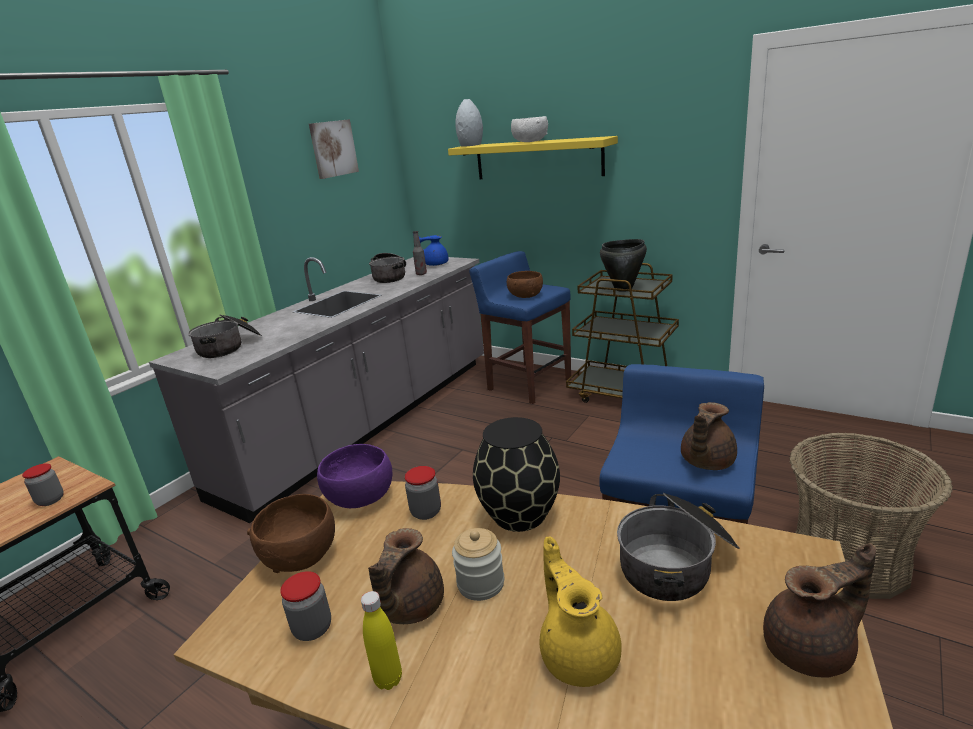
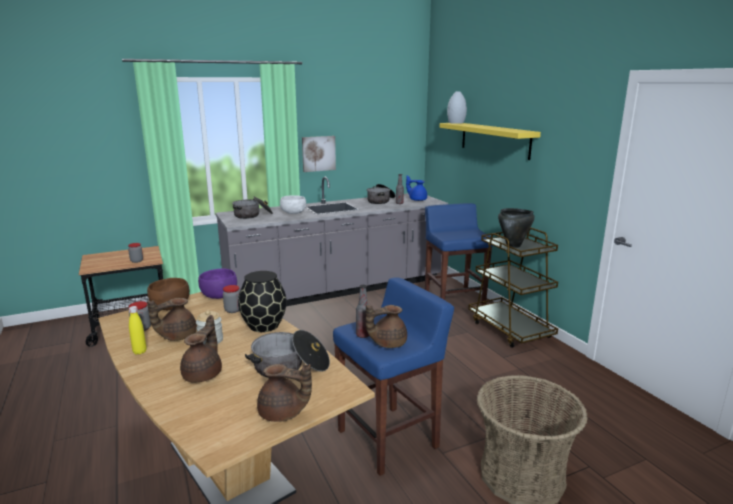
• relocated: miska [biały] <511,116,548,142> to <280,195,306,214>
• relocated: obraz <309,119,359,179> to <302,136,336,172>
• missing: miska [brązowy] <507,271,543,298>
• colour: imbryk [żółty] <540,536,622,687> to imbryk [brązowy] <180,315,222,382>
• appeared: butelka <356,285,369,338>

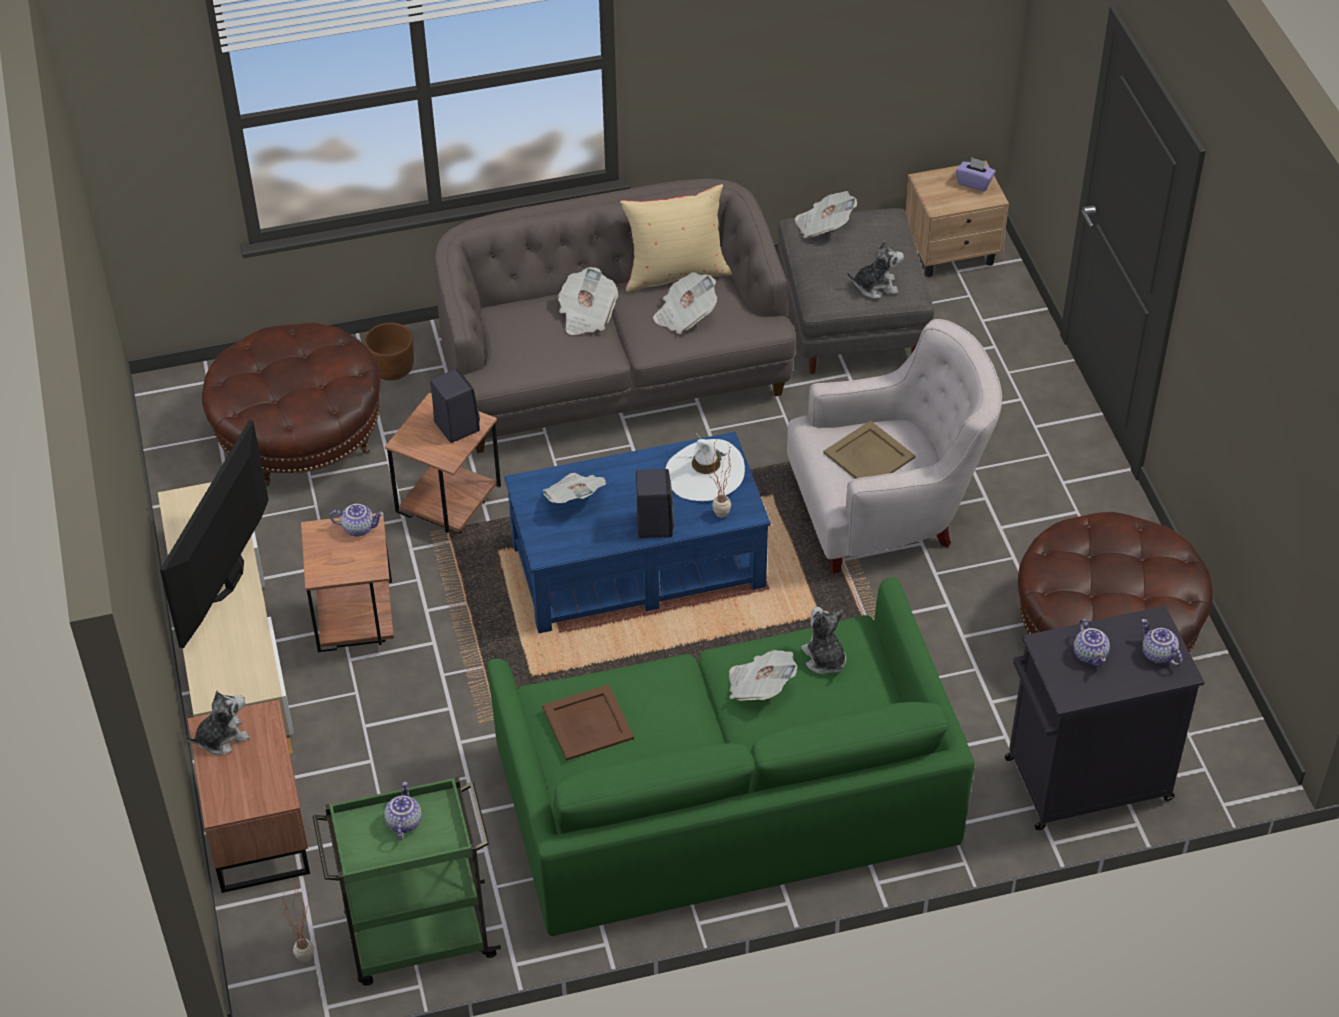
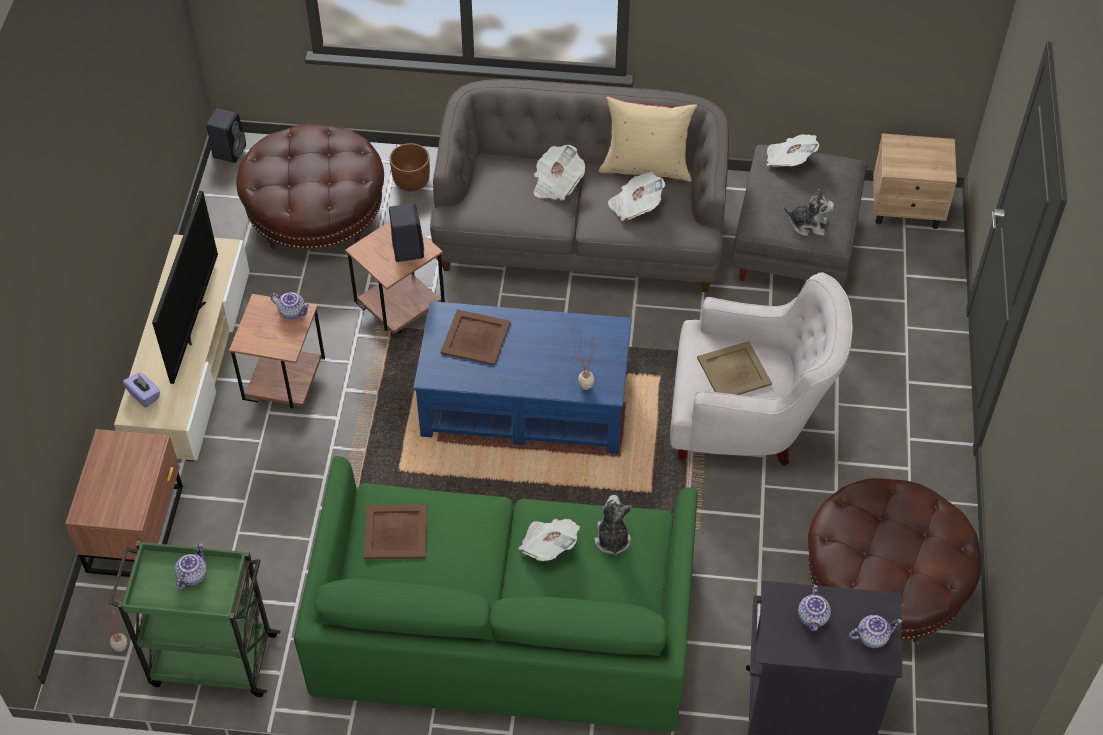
• relocated: pudełko chusteczek [fioletowy] <956,157,996,191> to <123,373,160,408>
• spun: telewizor <160,420,269,648> = <152,191,218,384> 150 degrees clockwise
• missing: kapelusz [biały] <666,433,745,501>
• relocated: głośnik [czarny] <636,469,674,538> to <206,108,246,163>
• exchanged: gazeta <542,473,606,503> to taca [brązowy] <441,309,511,365>
• spun: imbryk <1142,619,1182,666> = <849,615,902,648> 90 degrees clockwise
• missing: pluszak <185,690,250,755>

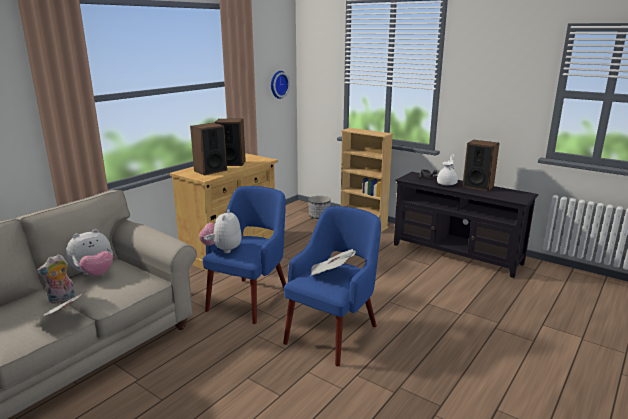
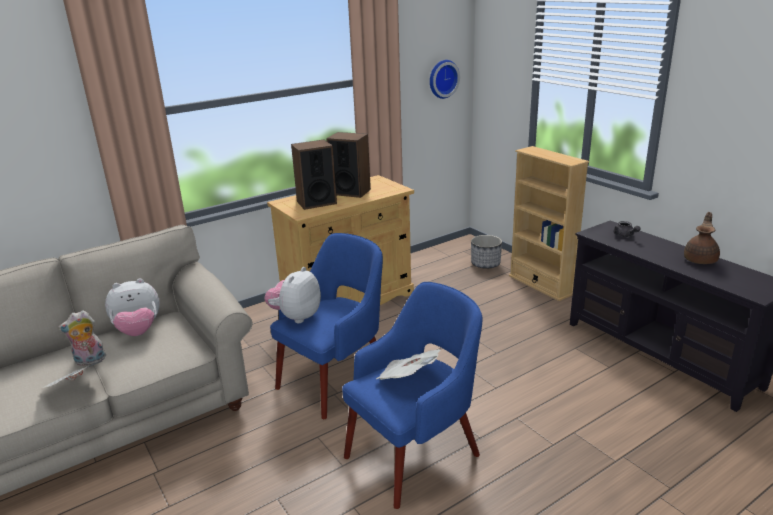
• exchanged: głośnik <462,140,500,191> to imbryk [brązowy] <684,212,720,264>
• missing: imbryk [biały] <437,154,458,185>

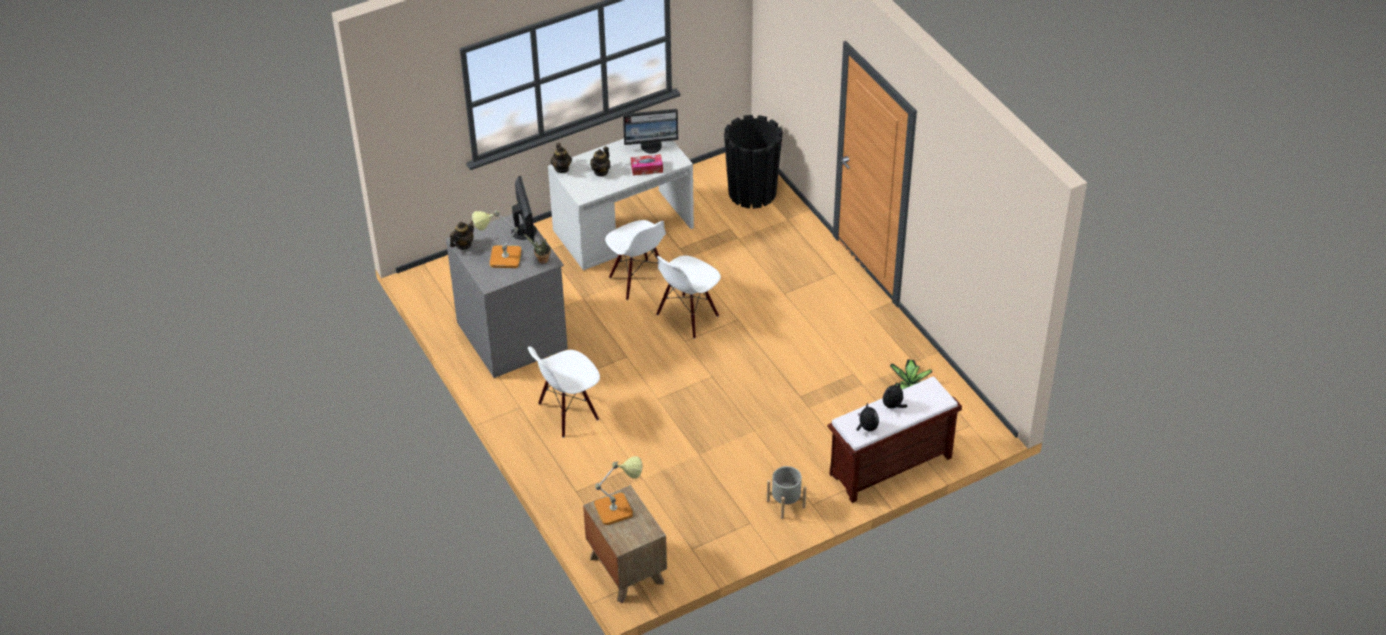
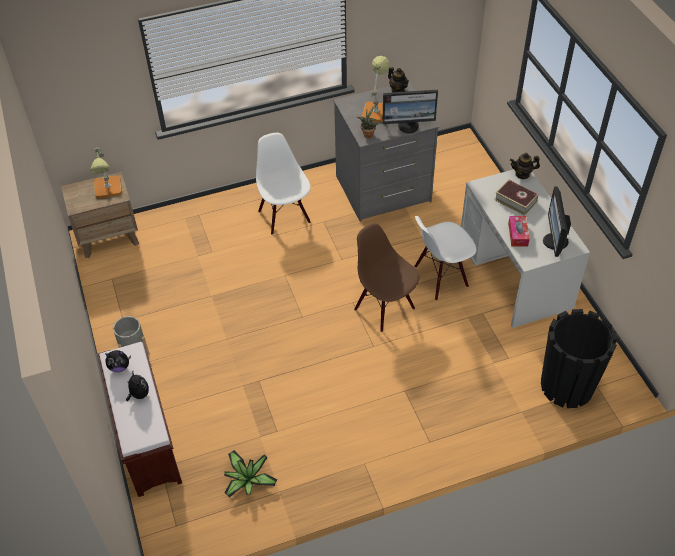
• exchanged: imbryk <590,146,610,177> to książka <494,179,539,216>
• colour: krzesło [biały] <657,255,721,339> to krzesło [brązowy] <354,223,419,332>

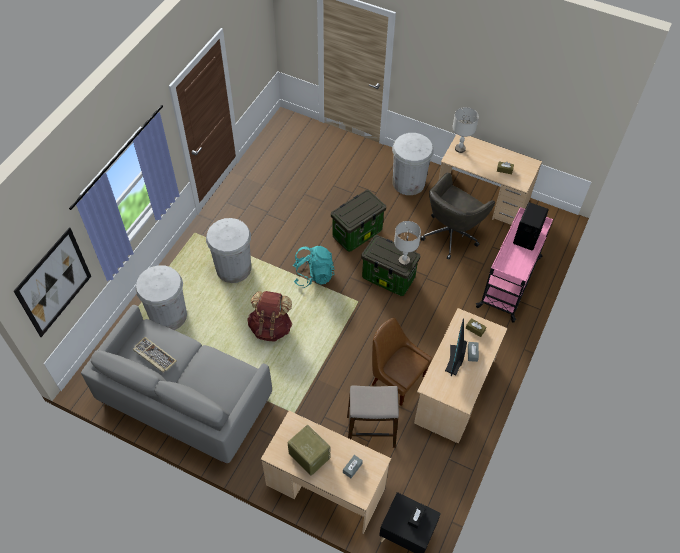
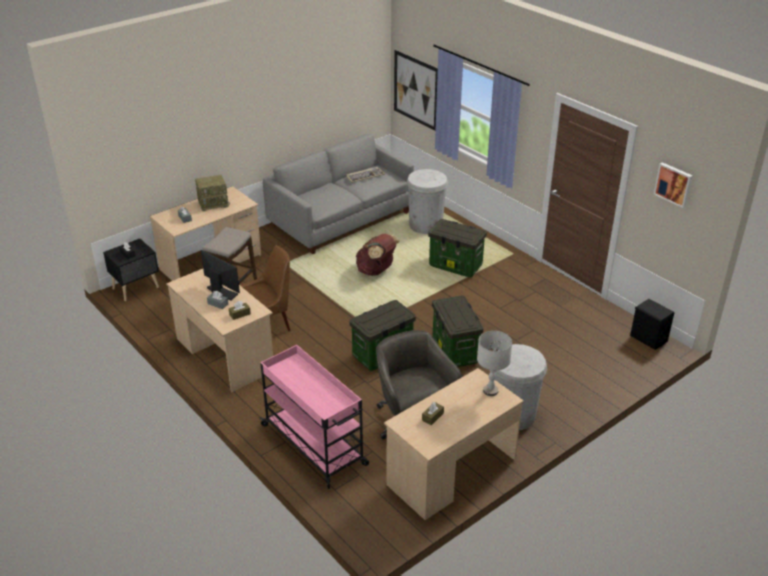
• relocated: głośnik [czarny] <513,202,549,251> to <630,299,674,350>
• exchanged: kosz na śmieci [biały] <206,218,251,283> to pojemnik do przechowywania <428,219,487,277>
• missing: lampa stołowa [szary] <394,221,421,266>
• missing: plecak [turkusowy] <293,246,334,288>
• appeared: obraz <654,162,693,208>

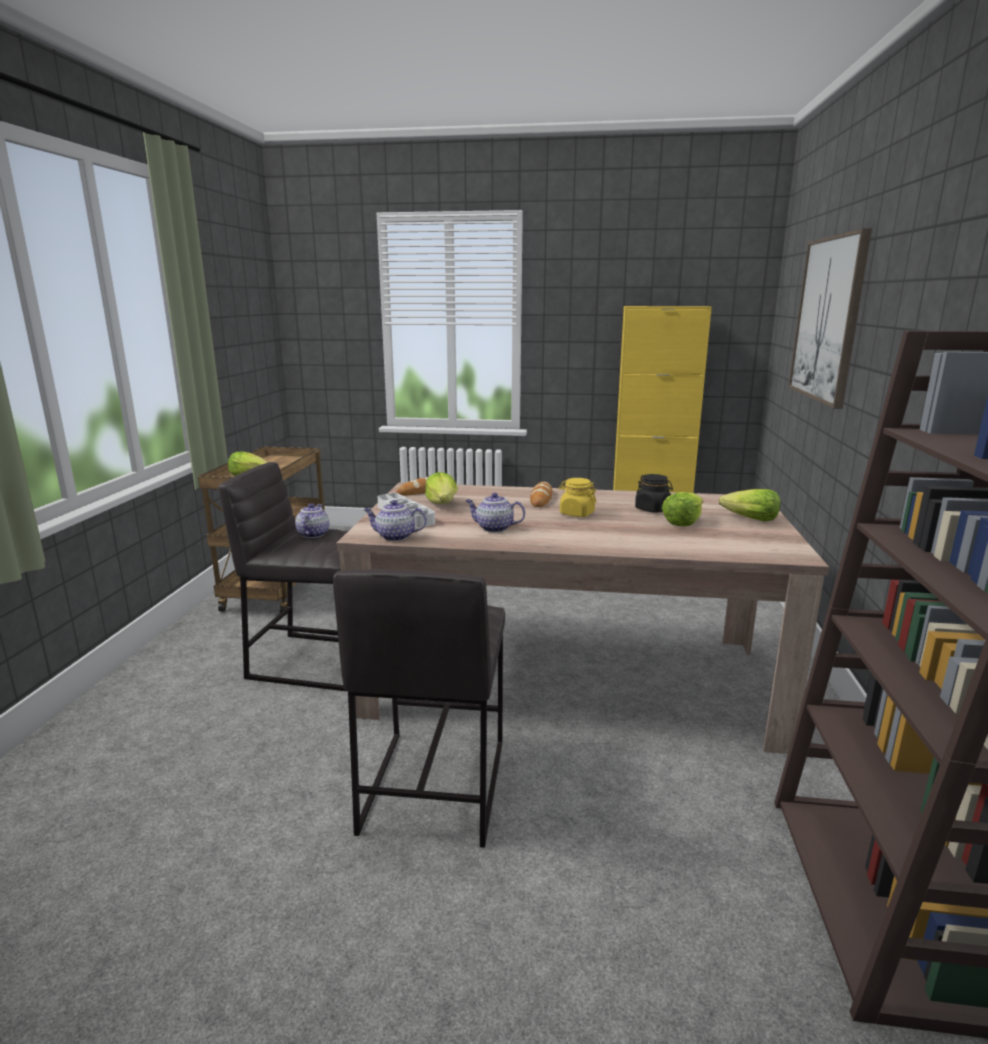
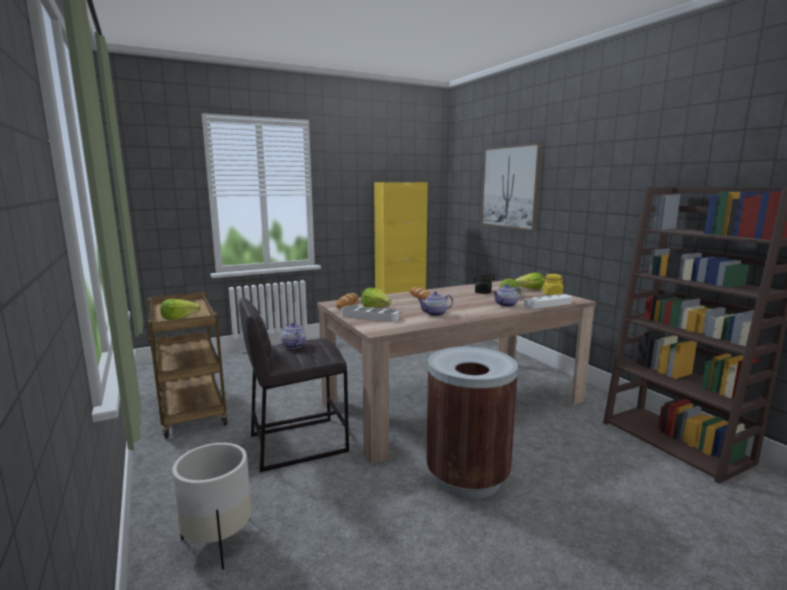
• relocated: słoik [żółty] <559,478,597,517> to <542,274,564,295>
• relocated: imbryk <363,500,427,541> to <493,284,521,307>
• exchanged: stołek [szary] <333,570,505,848> to kosz na śmieci [brązowy] <426,347,518,499>
• appeared: taca [biały] <524,294,572,309>
• appeared: donica [biały] <172,443,252,570>

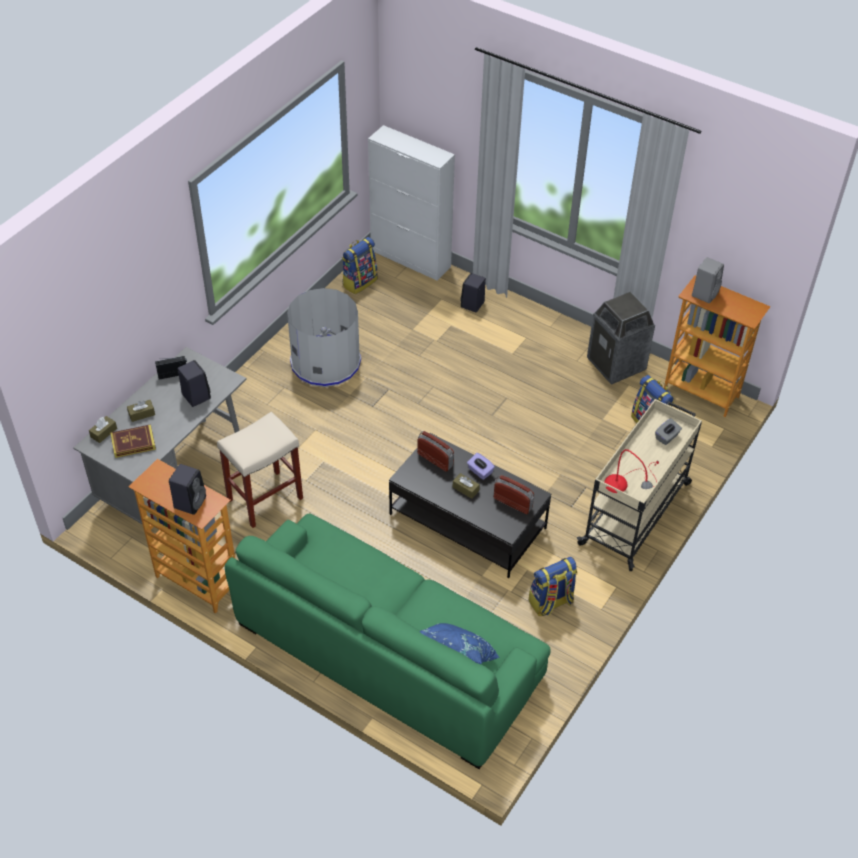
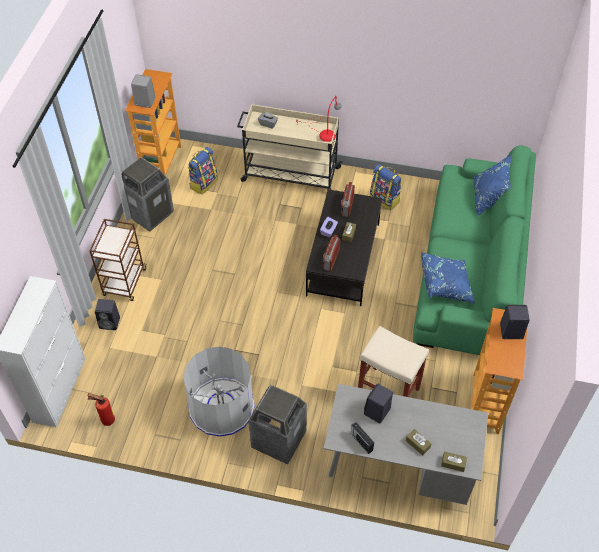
• exchanged: plecak <342,237,377,294> to gaśnica <87,393,115,426>
• missing: książka <110,424,156,458>
• appeared: wózek [brązowy] <89,219,147,301>
• appeared: poduszka [niebieski] <421,252,475,304>
• appeared: kosz na śmieci <248,385,307,464>

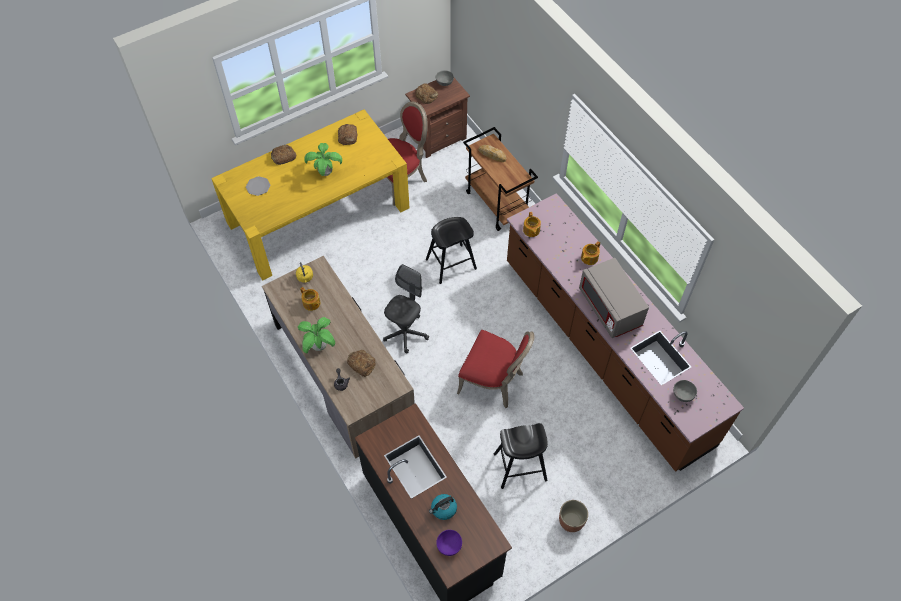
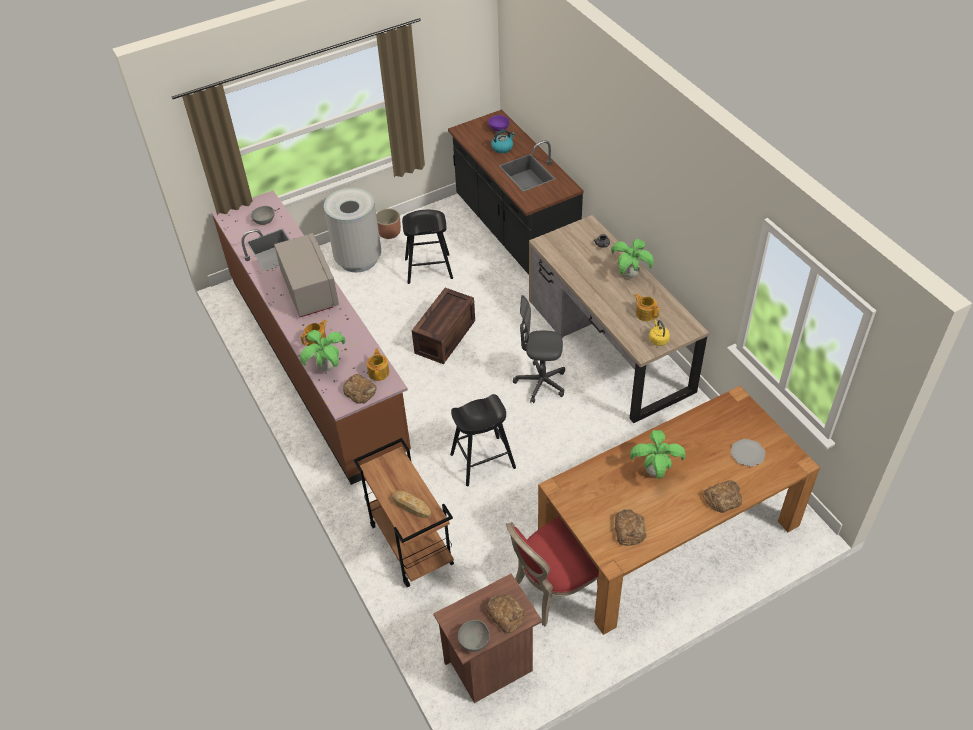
• colour: stół jadalny [żółty] <211,109,410,280> to stół jadalny [brązowy] <538,386,820,635>
• spun: krzesło biurowe [szary] <383,264,429,353> = <513,295,565,403> 60 degrees clockwise
• exchanged: krzesło [czerwony] <457,330,535,408> to skrzynka <412,288,475,364>
• relocated: chleb <347,350,375,377> to <343,374,377,404>
• appeared: kosz na śmieci [szary] <324,188,381,273>
• appeared: roślina doniczkowa <300,330,345,371>

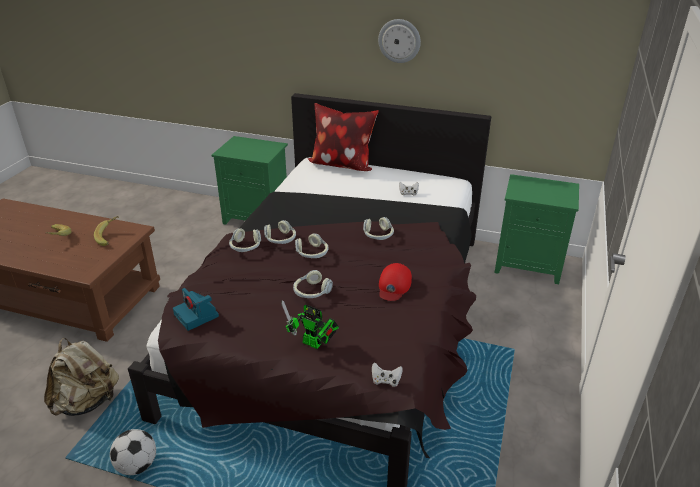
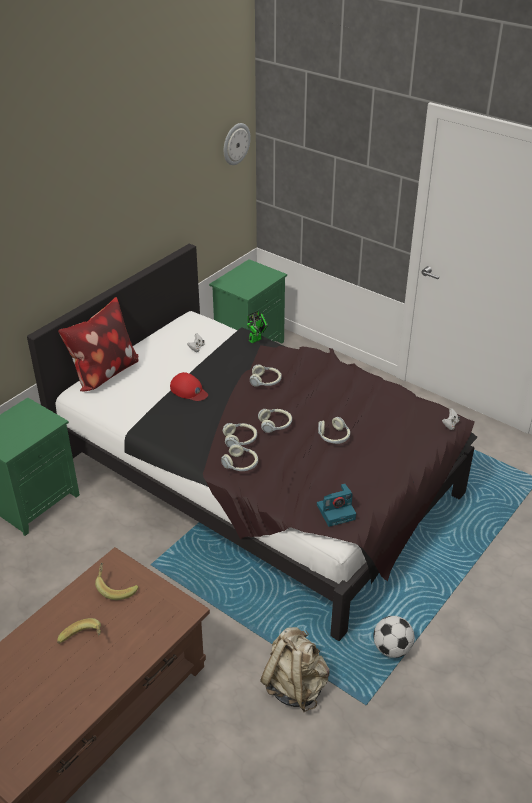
• relocated: zegar ścienny <378,19,421,63> to <224,123,251,165>
• relocated: czapka z daszkiem [czerwony] <379,263,412,301> to <170,372,208,401>
• relocated: robot zabawkowy <281,300,339,349> to <247,311,268,343>

